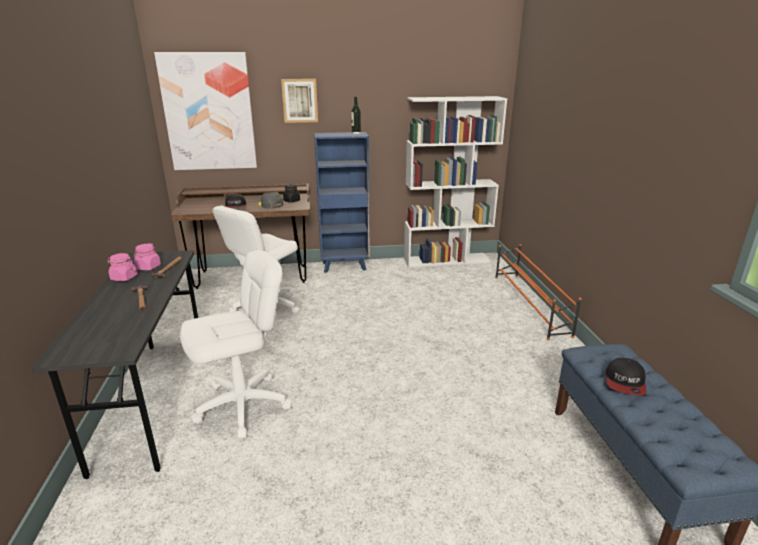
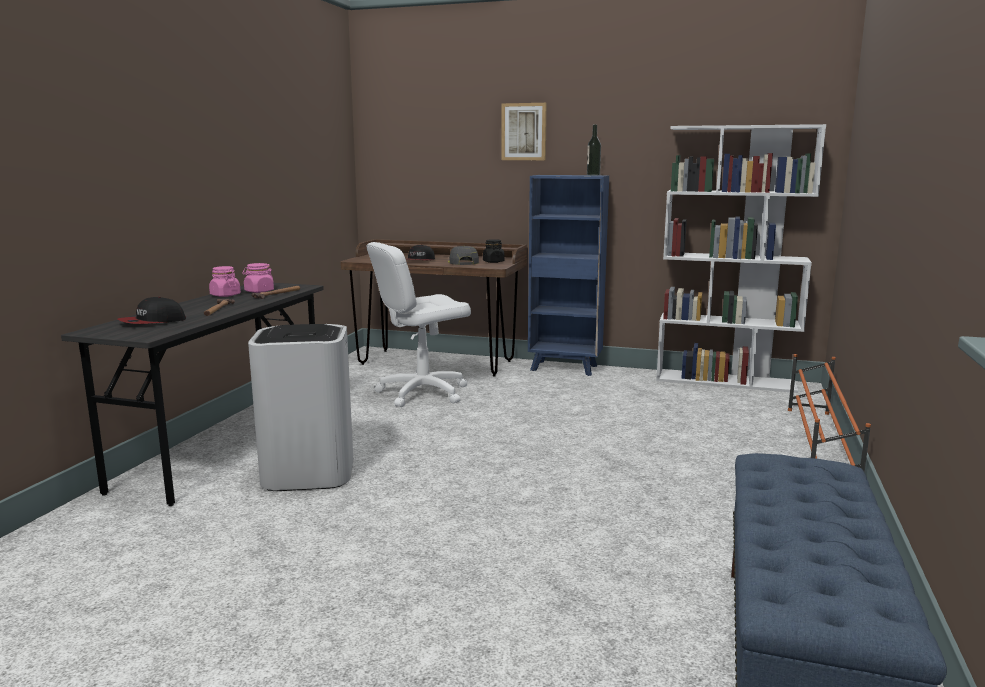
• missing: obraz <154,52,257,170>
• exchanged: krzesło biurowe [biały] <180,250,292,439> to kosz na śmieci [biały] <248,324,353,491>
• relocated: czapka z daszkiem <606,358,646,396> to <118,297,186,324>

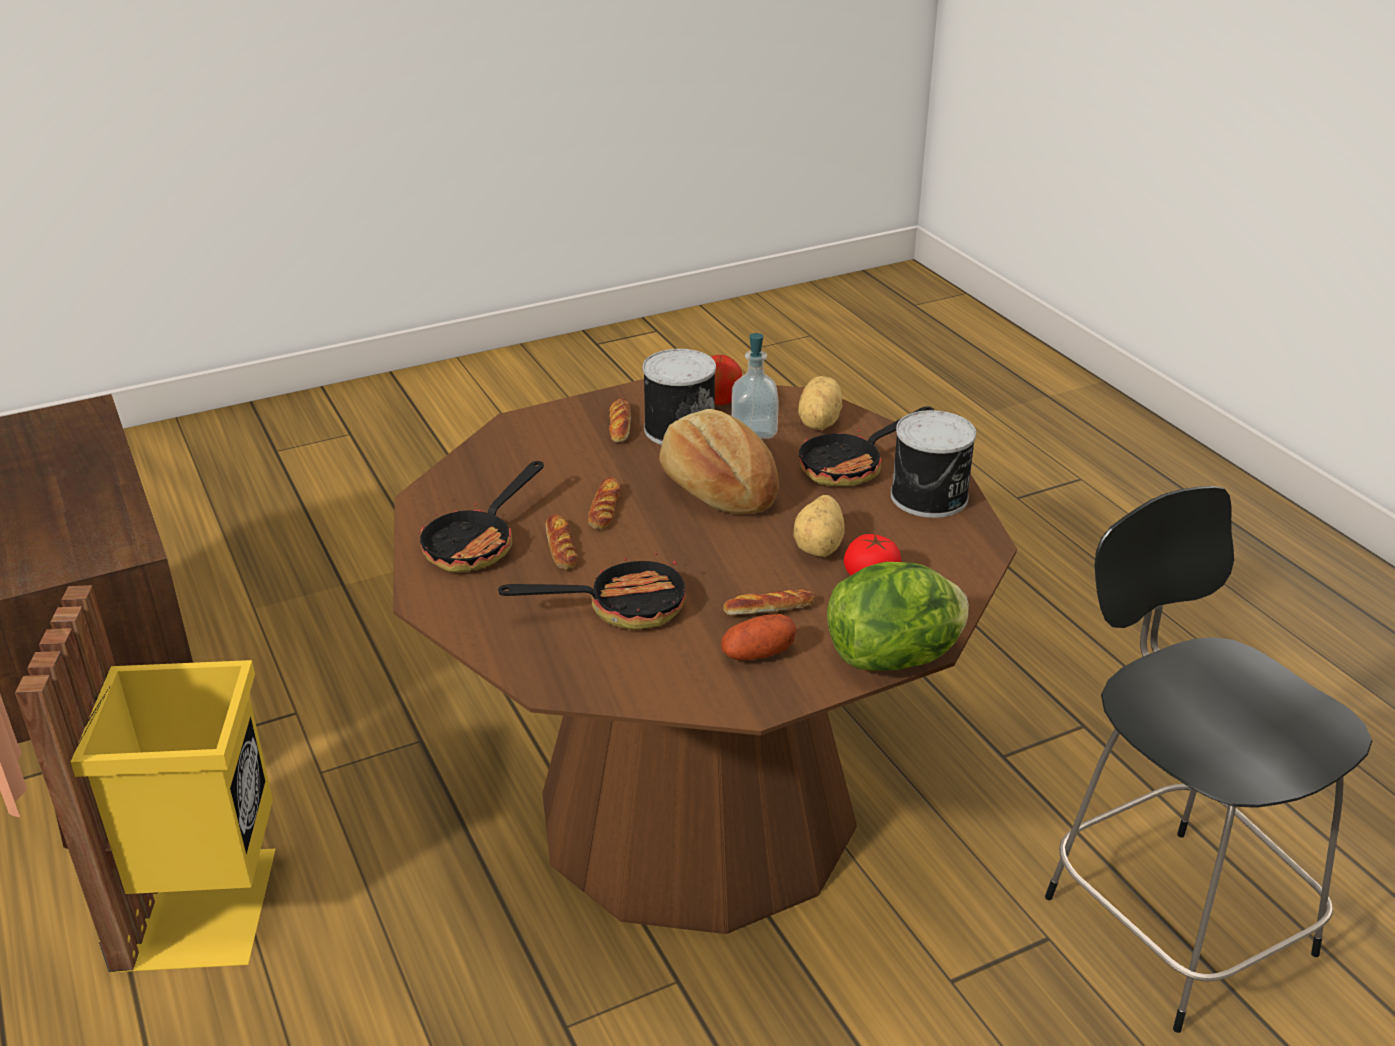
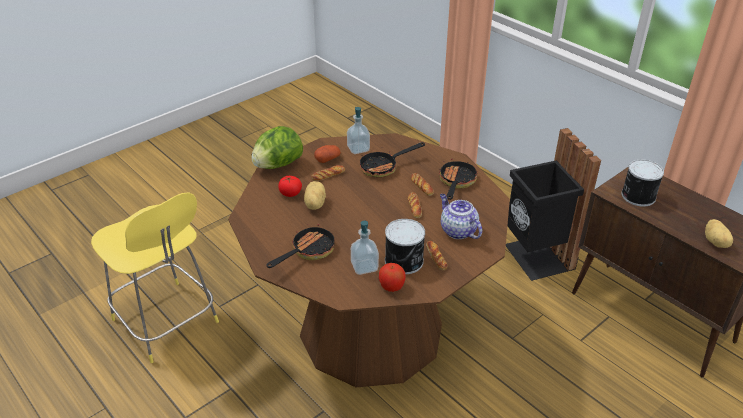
• relocated: ziemniak <798,376,843,430> to <705,219,733,248>
• missing: chleb <659,409,779,514>
• relocated: puszka <891,410,976,518> to <621,159,664,207>
• colour: stołek [czarny] <1045,486,1372,1033> to stołek [żółty] <91,193,219,363>
• colour: kosz na śmieci [żółty] <15,585,275,973> to kosz na śmieci [czarny] <506,128,601,281>
• appeared: dozownik mydła <347,107,370,154>
• appeared: imbryk <440,194,482,239>

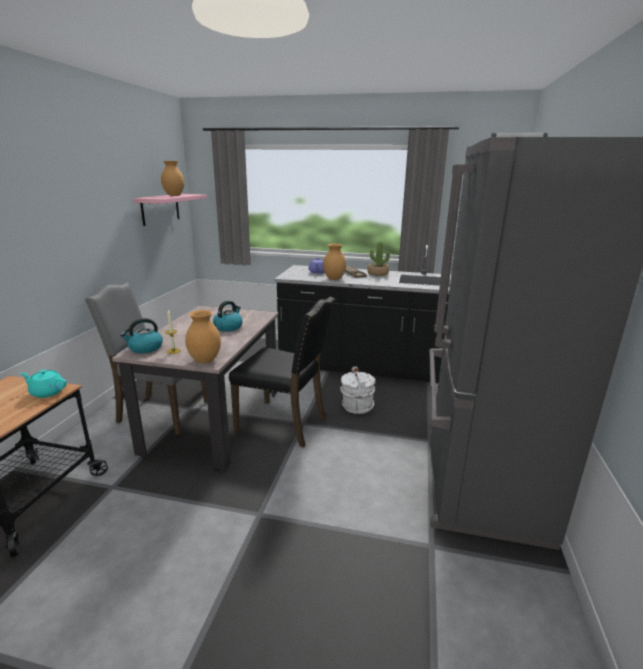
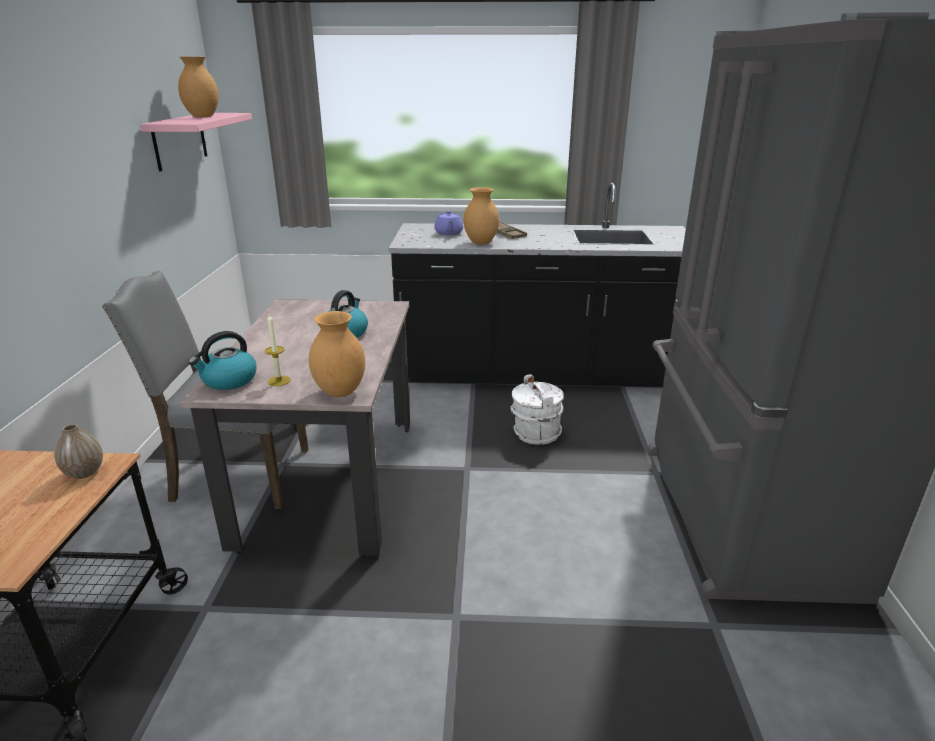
• missing: roślina doniczkowa <367,241,390,276>
• missing: krzesło [czarny] <229,297,335,447>
• exchanged: imbryk [turkusowy] <20,370,67,398> to wazon <54,424,103,479>

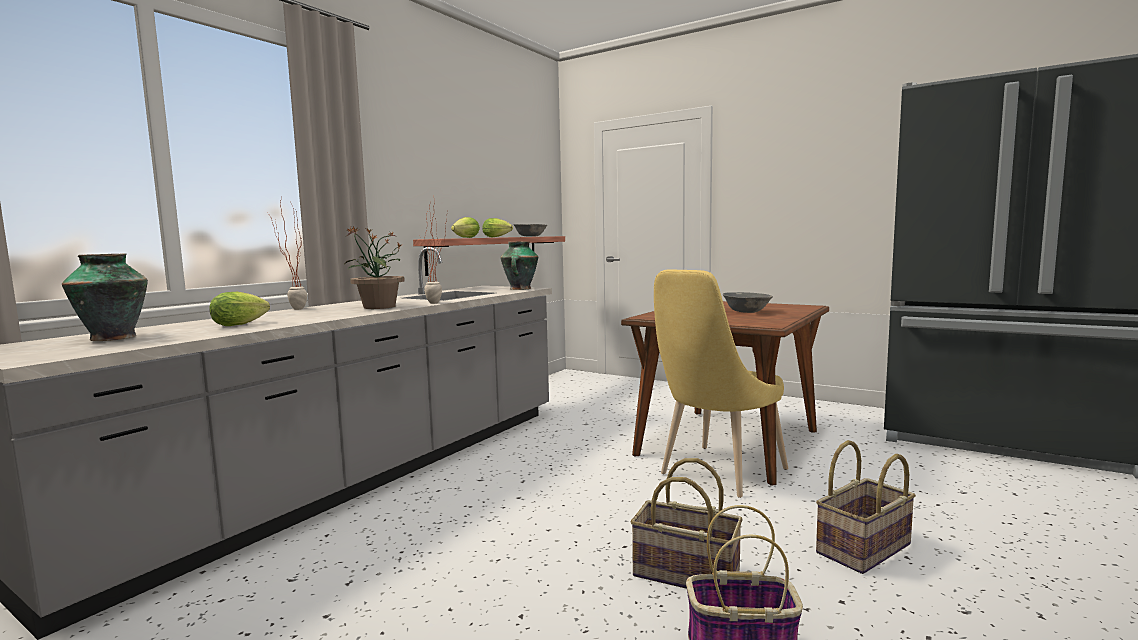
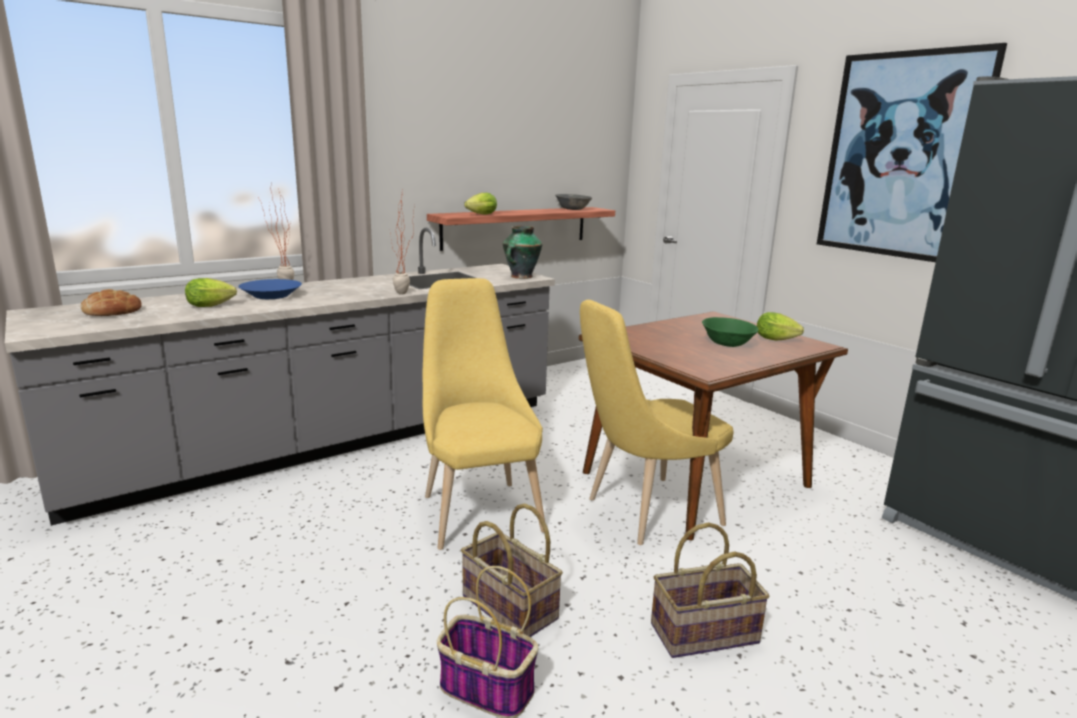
• relocated: sałata <482,218,513,237> to <757,312,804,341>
• missing: roślina doniczkowa <344,227,405,309>
• exchanged: wazon <62,254,148,341> to chleb <81,289,142,316>
• colour: miska [szary] <723,292,773,313> to miska [zielony] <702,317,759,347>
• appeared: obraz <817,43,1007,262>
• appeared: krzesło [żółty] <422,278,545,550>
• appeared: miska [niebieski] <238,279,302,299>

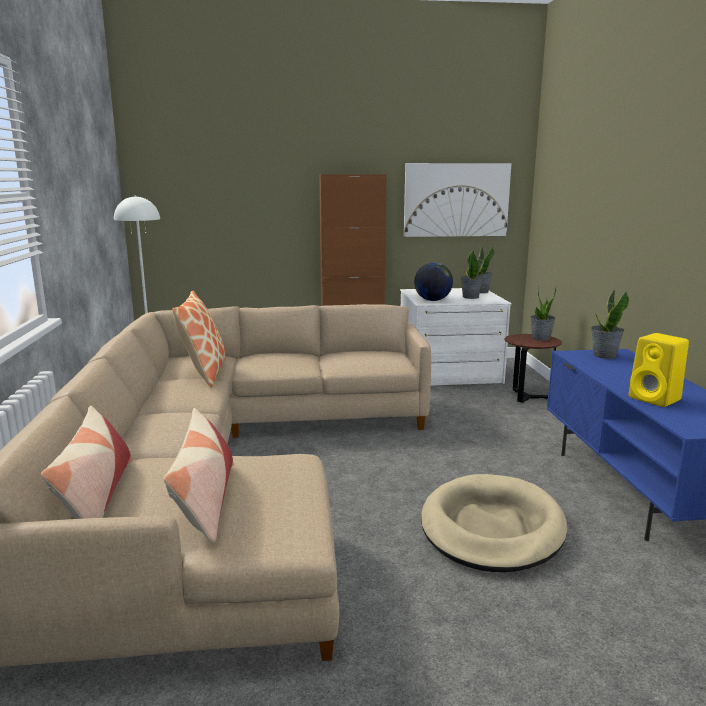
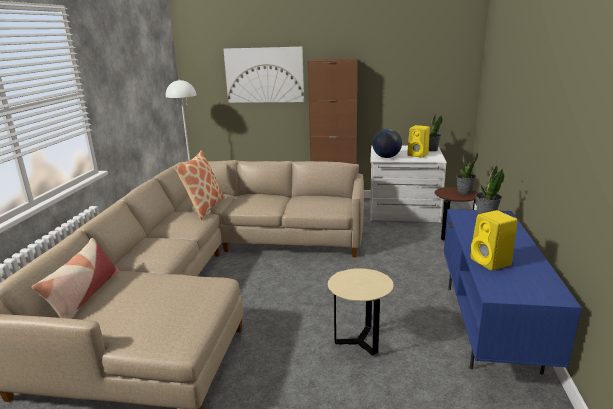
• relocated: obraz <404,163,512,237> to <223,47,304,103>
• exchanged: roślina doniczkowa <461,249,484,299> to głośnik [żółty] <407,125,430,158>
• missing: poduszka <164,408,234,542>
• exchanged: legowisko [beżowy] <421,474,567,572> to stolik [beżowy] <328,268,394,356>

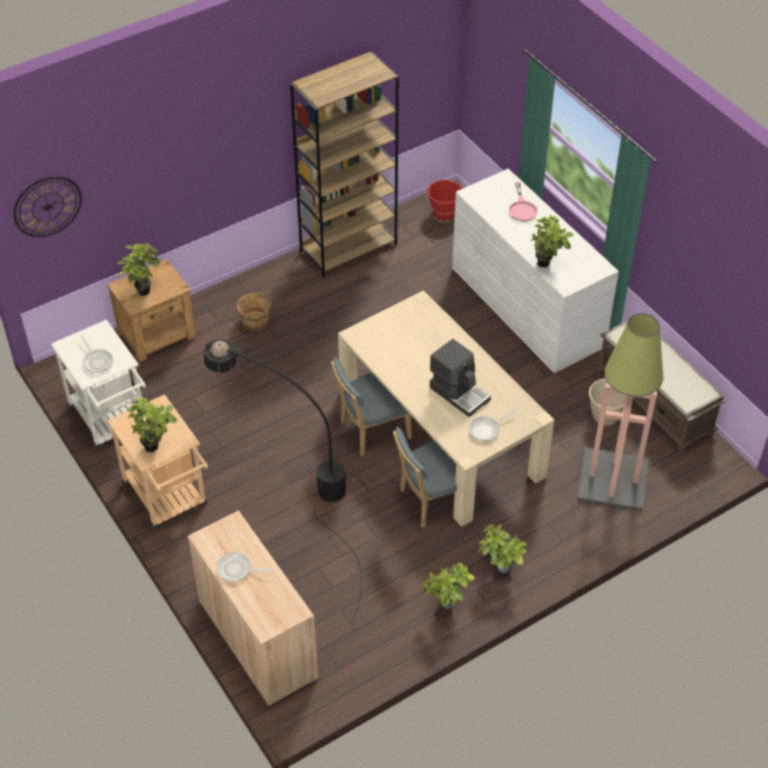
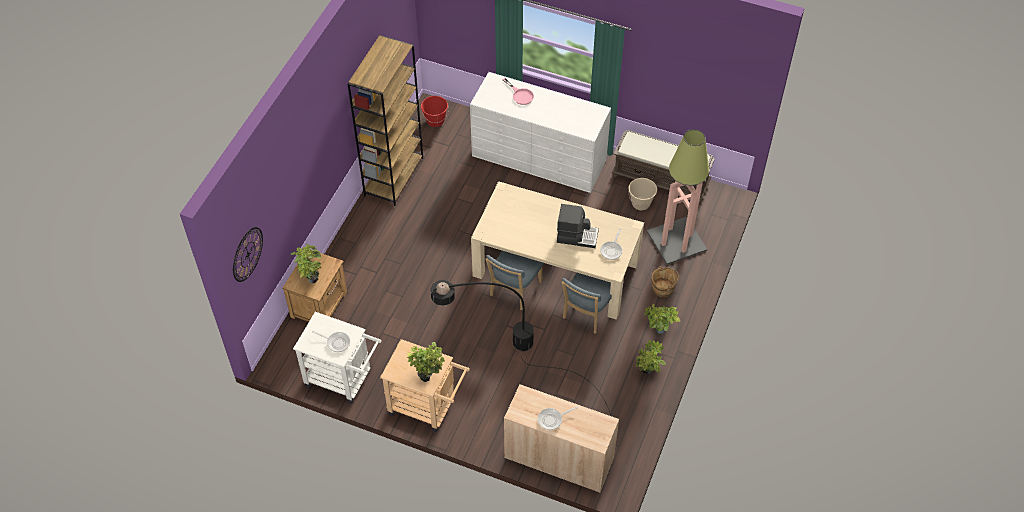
• missing: roślina doniczkowa <531,214,574,267>
• relocated: wiadro [brązowy] <237,292,272,331> to <652,266,679,297>

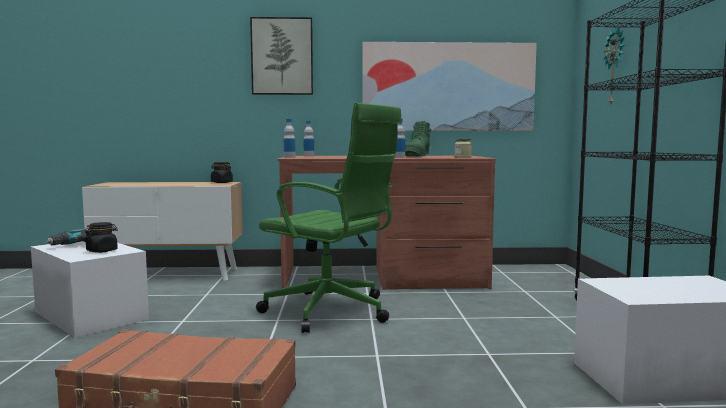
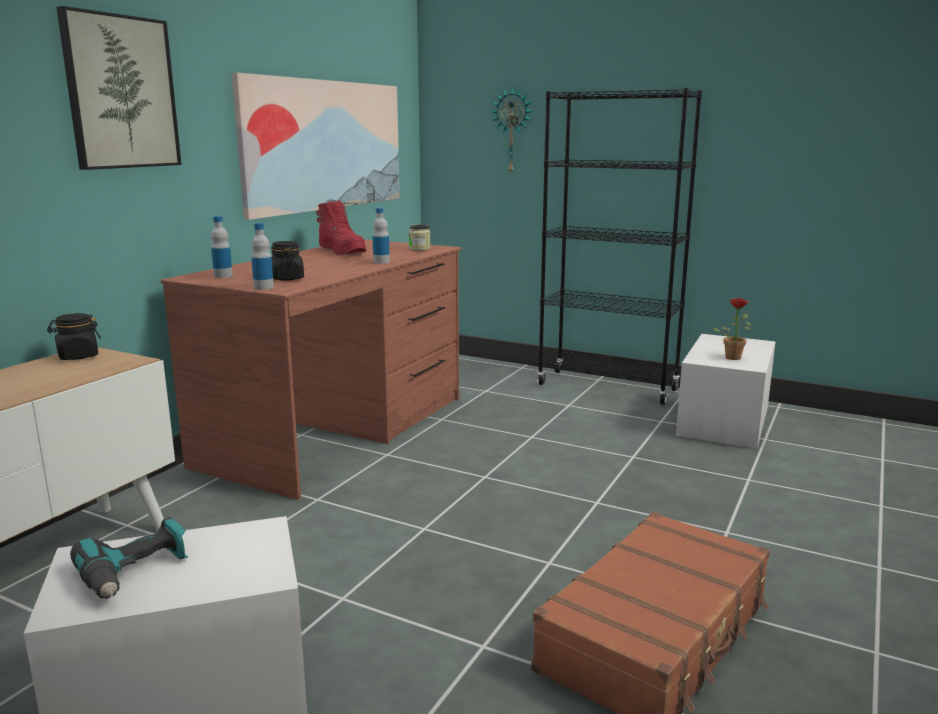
• missing: krzesło biurowe [zielony] <256,103,402,333>
• colour: but z cholewką [zielony] <405,121,431,156> to but z cholewką [czerwony] <316,201,366,255>
• relocated: słoik [czarny] <85,222,118,253> to <271,241,304,281>
• appeared: roślina doniczkowa <712,298,751,360>

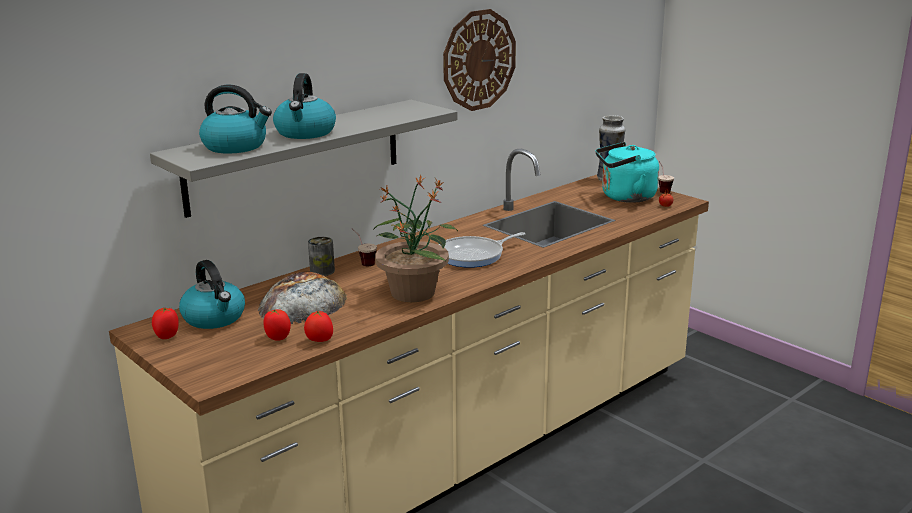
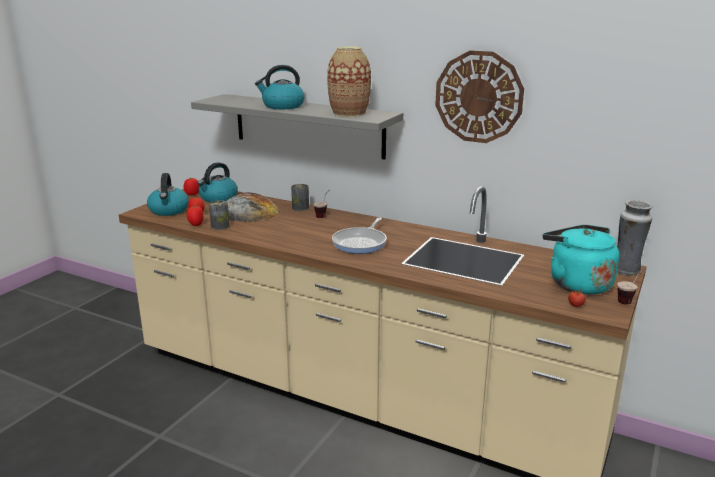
• relocated: czajnik <199,84,272,154> to <147,173,189,216>
• missing: roślina doniczkowa <372,175,458,302>
• spun: patelnia <439,232,525,268> = <332,218,387,254> 105 degrees counterclockwise
• appeared: wazon <327,46,371,117>
• appeared: puszka <209,200,230,230>

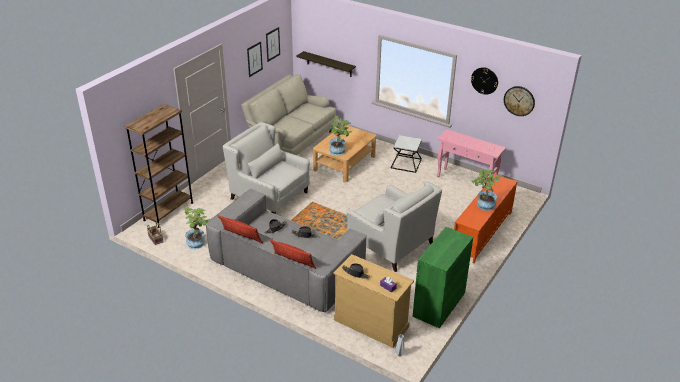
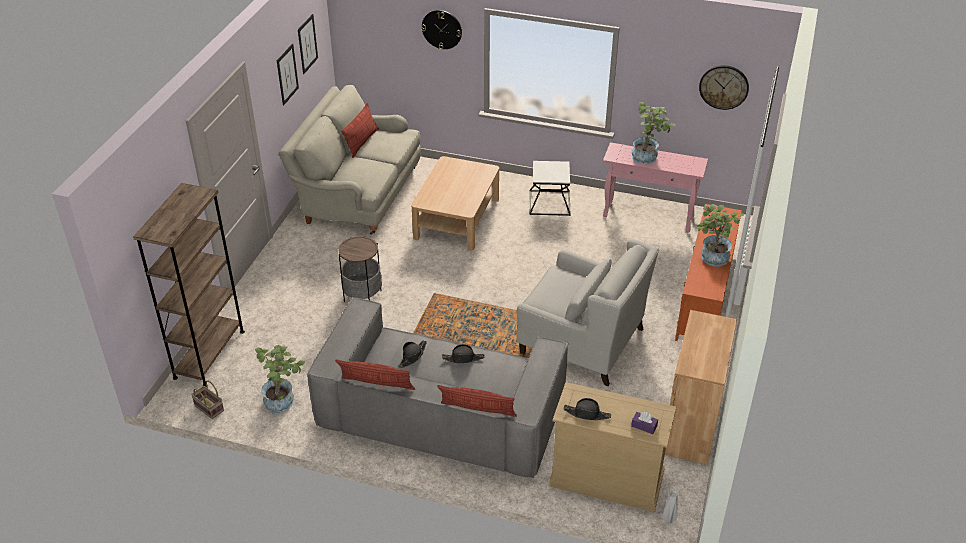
• missing: półka <296,51,356,77>
• relocated: zegar ścienny <471,67,498,95> to <421,10,462,49>
• relocated: roślina doniczkowa <329,116,352,155> to <632,102,676,164>
• exchanged: fotel [biały] <223,122,310,214> to stolik <338,236,382,302>
• colour: szafka [zielony] <413,227,473,328> to szafka [brązowy] <665,310,737,465>
• appeared: poduszka <341,103,379,158>

